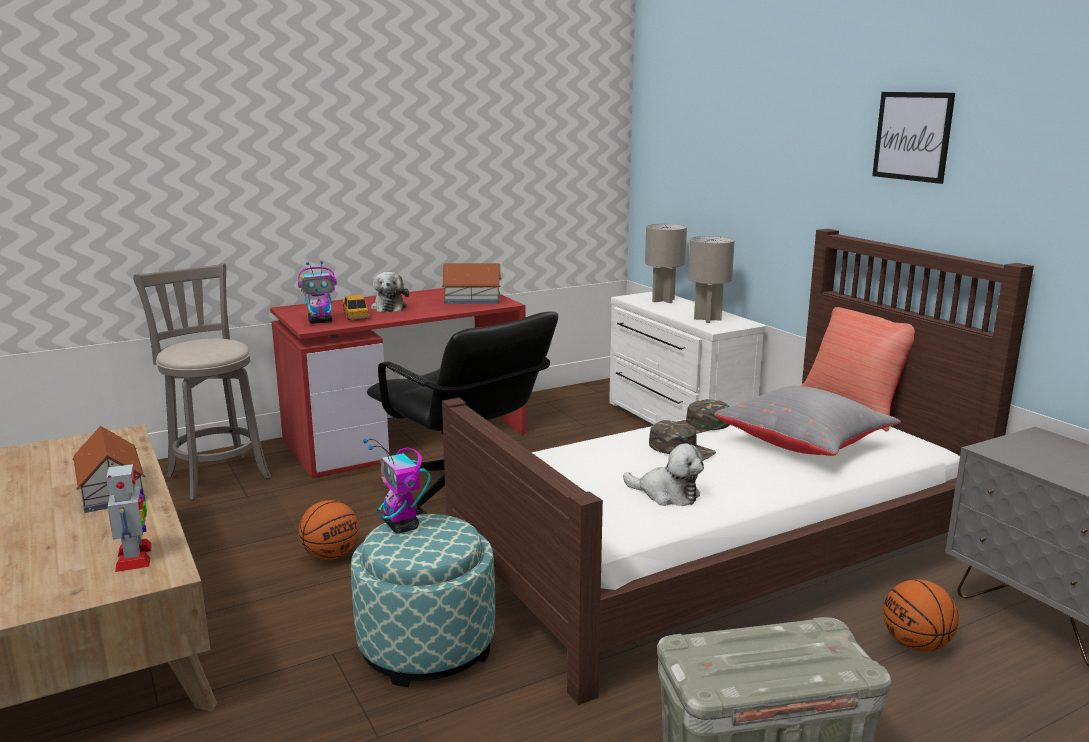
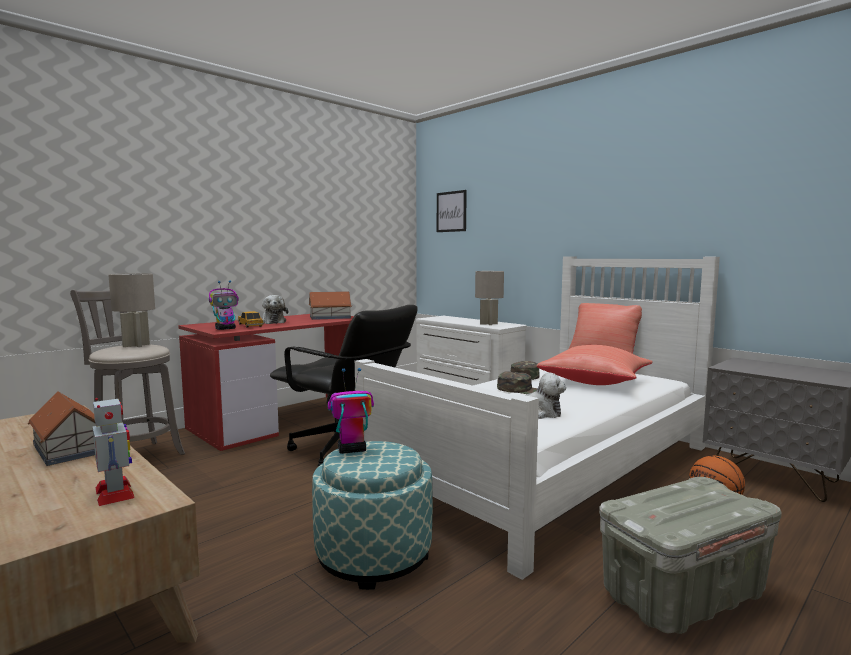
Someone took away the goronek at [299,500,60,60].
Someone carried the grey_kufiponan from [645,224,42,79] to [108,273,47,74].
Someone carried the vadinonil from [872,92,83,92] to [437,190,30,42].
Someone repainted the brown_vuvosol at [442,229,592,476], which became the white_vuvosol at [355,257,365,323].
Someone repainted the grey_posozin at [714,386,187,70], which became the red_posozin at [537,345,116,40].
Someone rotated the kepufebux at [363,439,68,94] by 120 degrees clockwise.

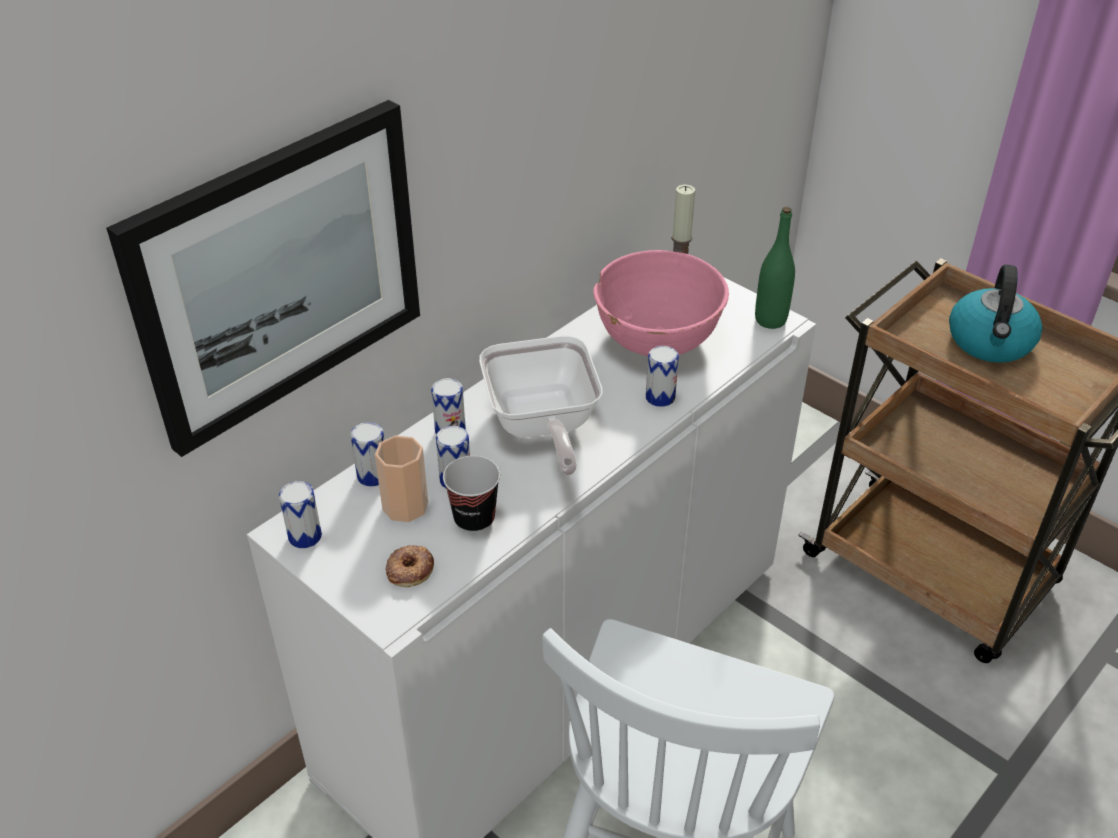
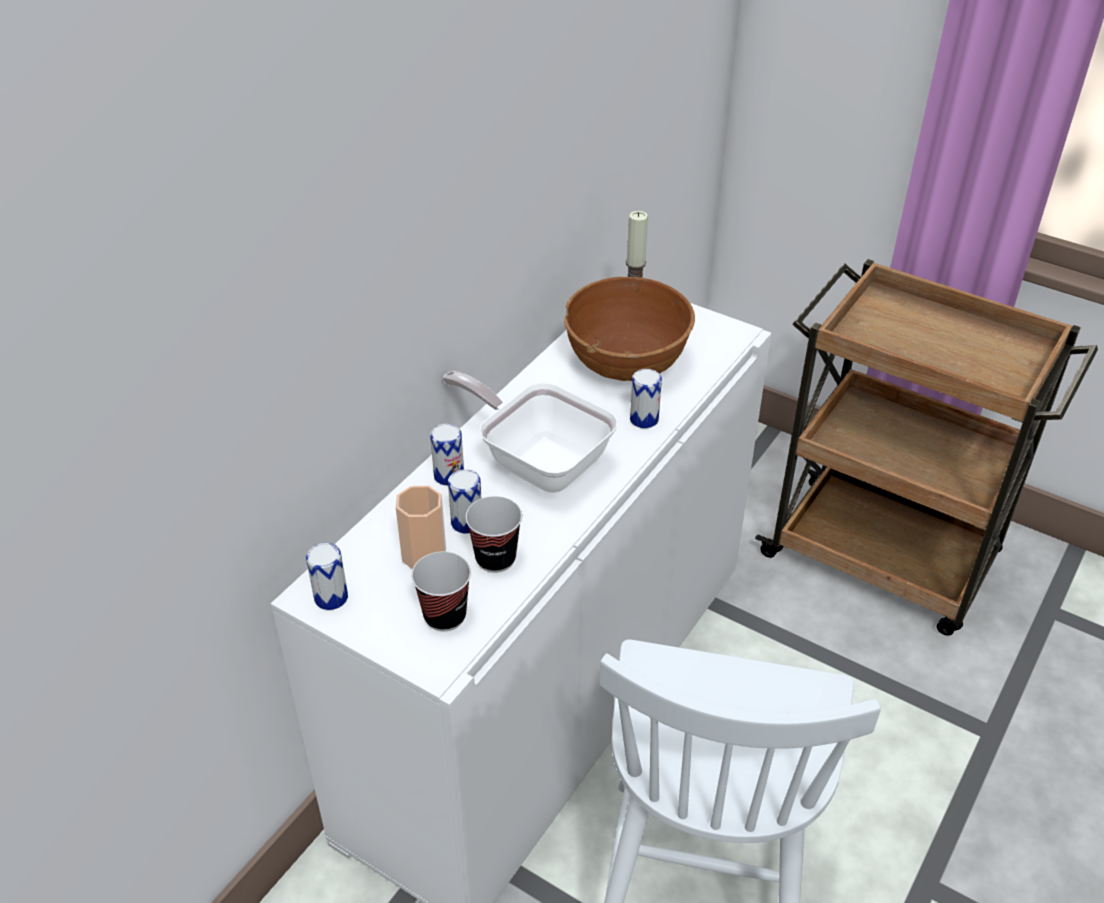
Someone took away the vadinonil at [106,100,314,357].
Someone took away the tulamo at [350,422,34,65].
Someone took away the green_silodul at [755,207,40,122].
Someone took away the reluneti at [949,264,93,99].
Someone swapped the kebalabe at [386,545,48,42] for the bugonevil at [411,551,60,81].
Someone repainted the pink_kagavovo at [593,250,136,106], which became the brown_kagavovo at [564,277,131,104].
Someone rotated the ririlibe at [479,336,124,139] by 150 degrees clockwise.

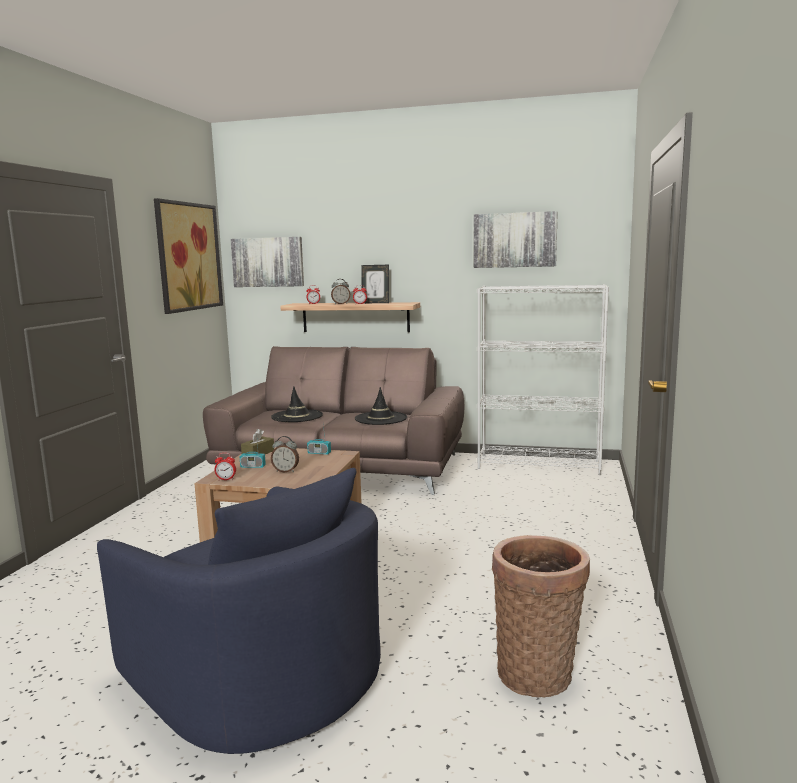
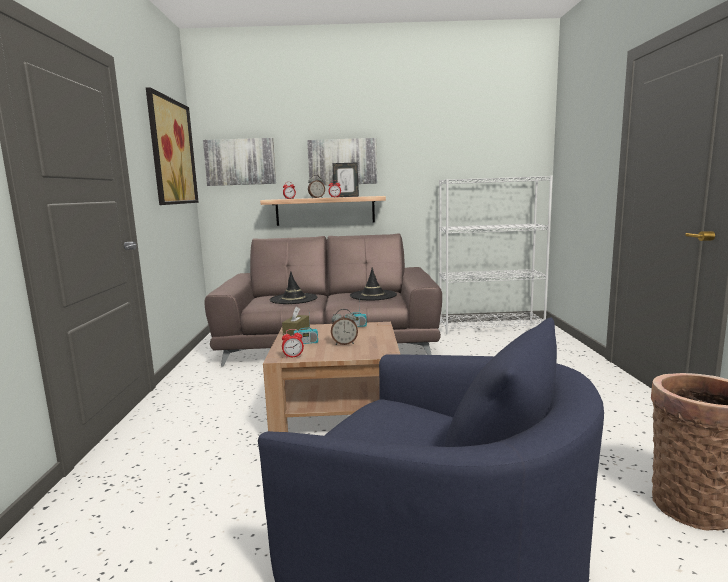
Someone carried the vadinonil from [474,211,84,57] to [307,138,70,47].

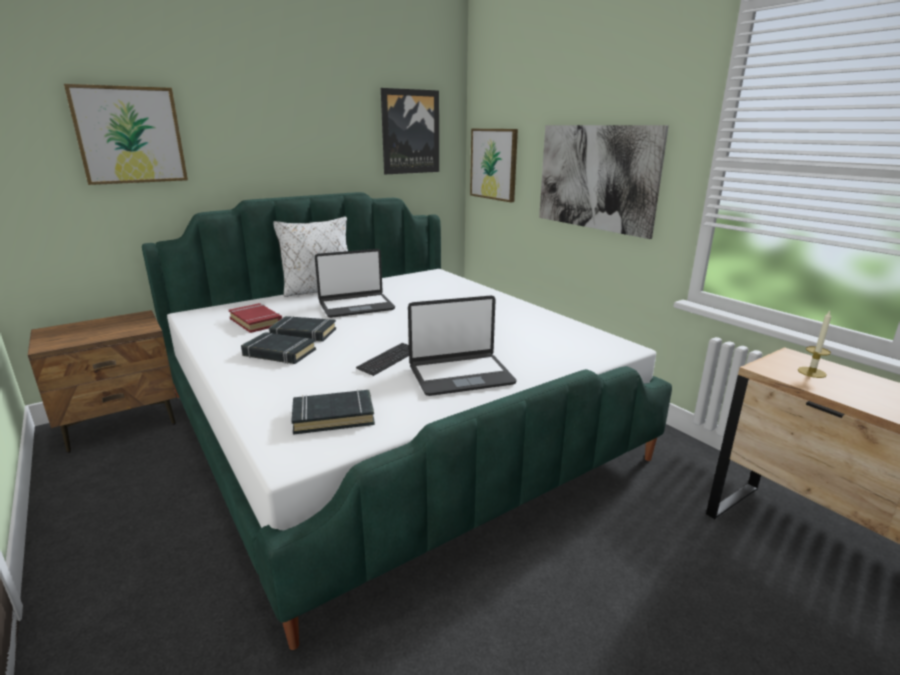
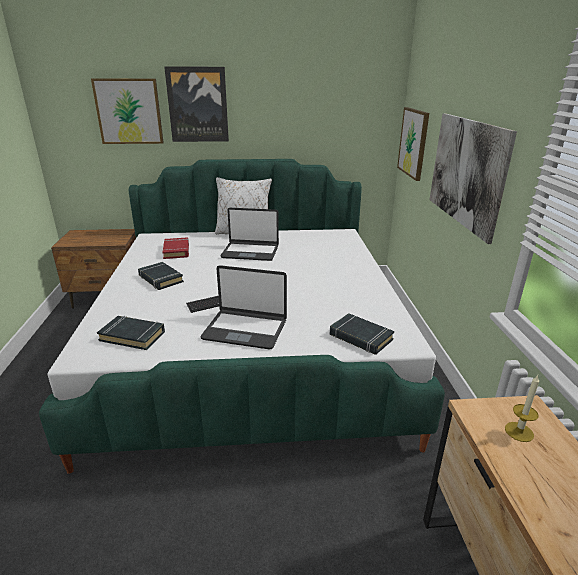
Someone carried the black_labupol from [269,316,67,26] to [330,313,64,42].
Someone carried the vadinonil from [381,88,58,86] to [164,66,65,76].

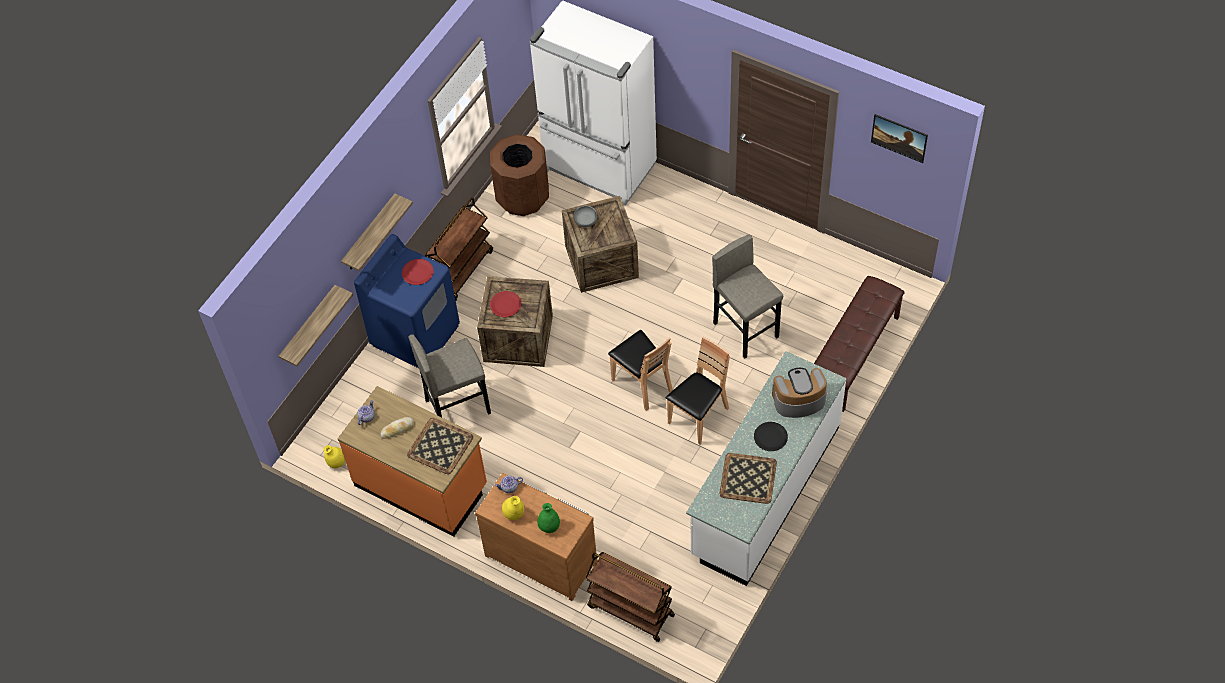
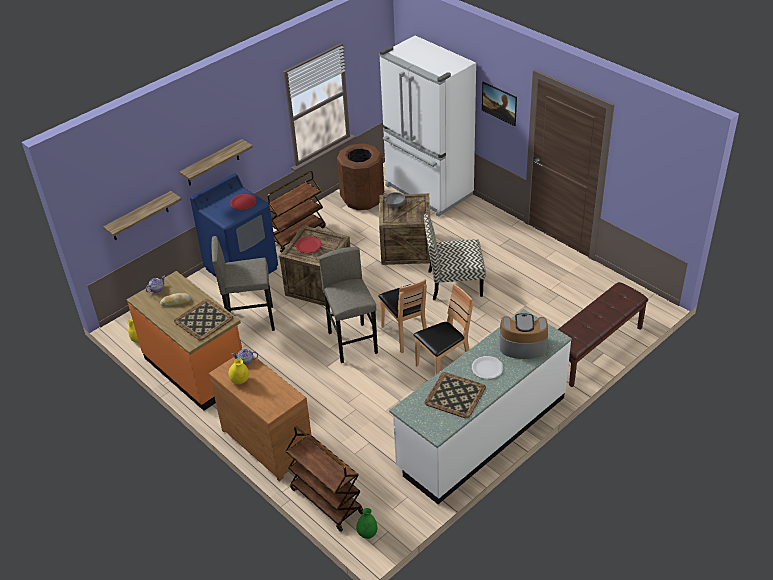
Someone put down the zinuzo at [424,214,62,86].
Someone carried the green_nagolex from [537,503,23,30] to [356,508,21,31].
Someone carried the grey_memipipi from [712,234,71,125] to [319,247,59,116].
Someone carried the vadinonil from [871,114,57,49] to [482,82,35,44].
Someone repainted the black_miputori at [754,422,34,29], which became the white_miputori at [472,356,31,23].

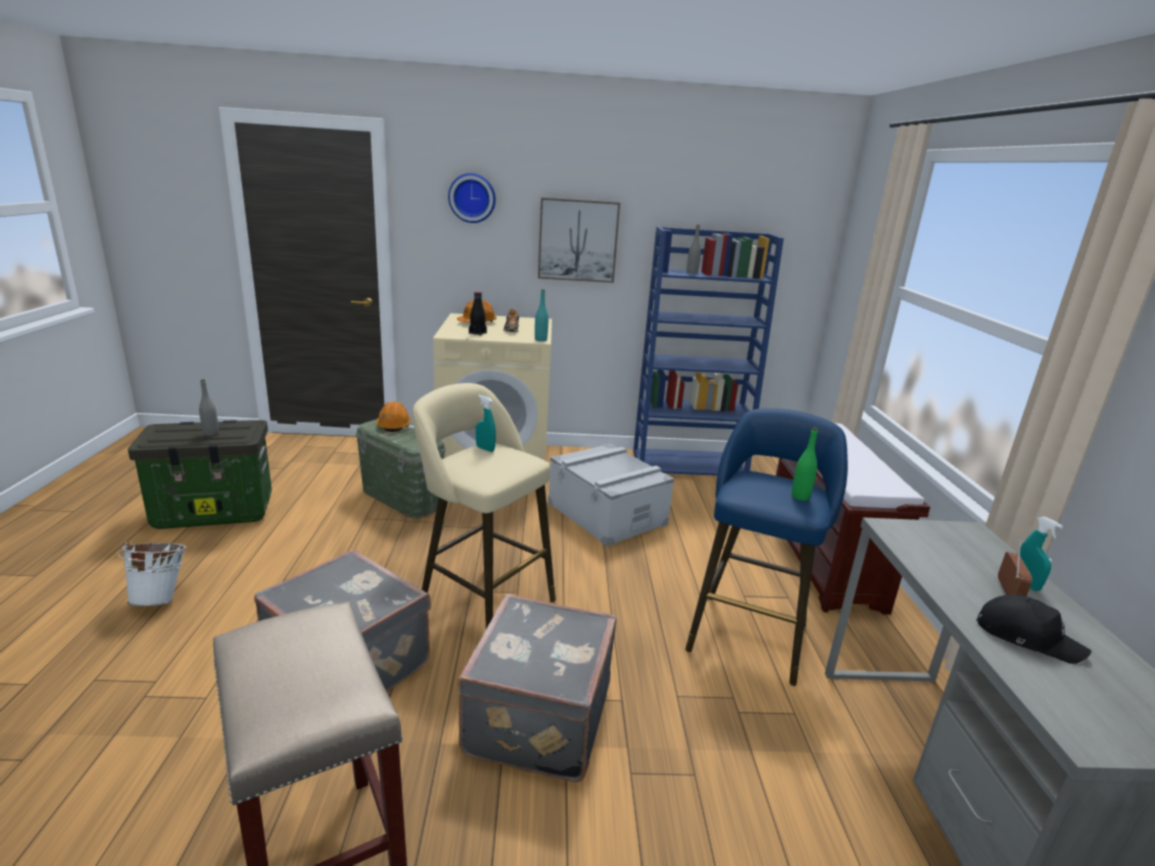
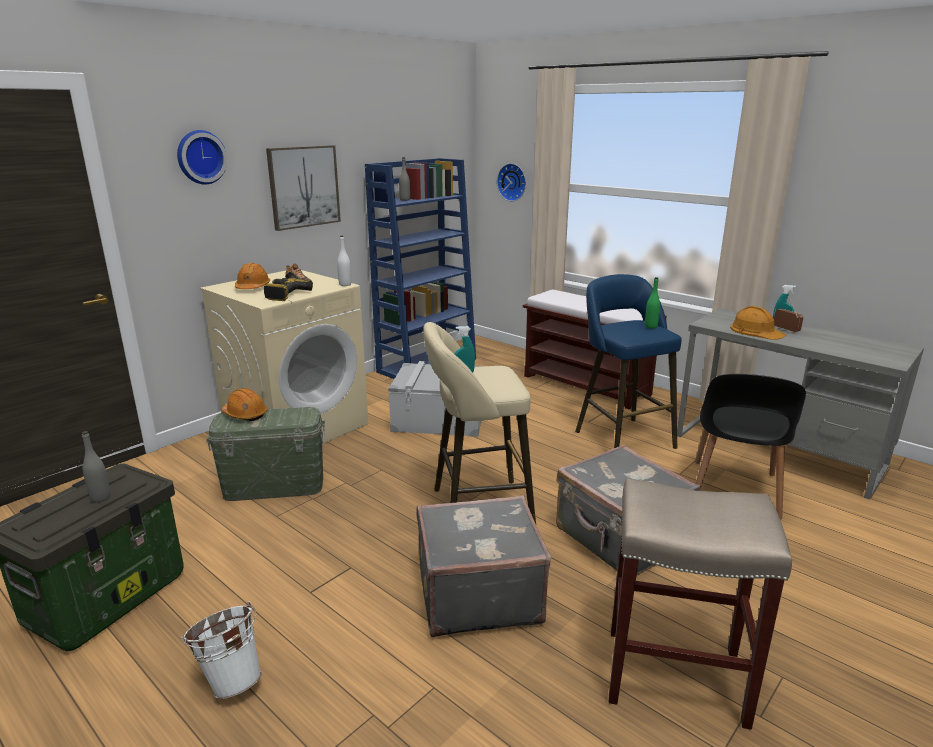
Someone took away the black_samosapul at [976,595,116,69].
Someone put up the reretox at [497,163,29,38].
Someone put down the black_zinuzo at [695,374,111,146].
Someone put down the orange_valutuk at [730,306,56,34].
Someone swapped the black_silodul at [469,291,18,45] for the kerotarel at [264,278,49,23].
Someone repainted the turquoise_silodul at [535,289,13,53], which became the white_silodul at [337,236,14,50].

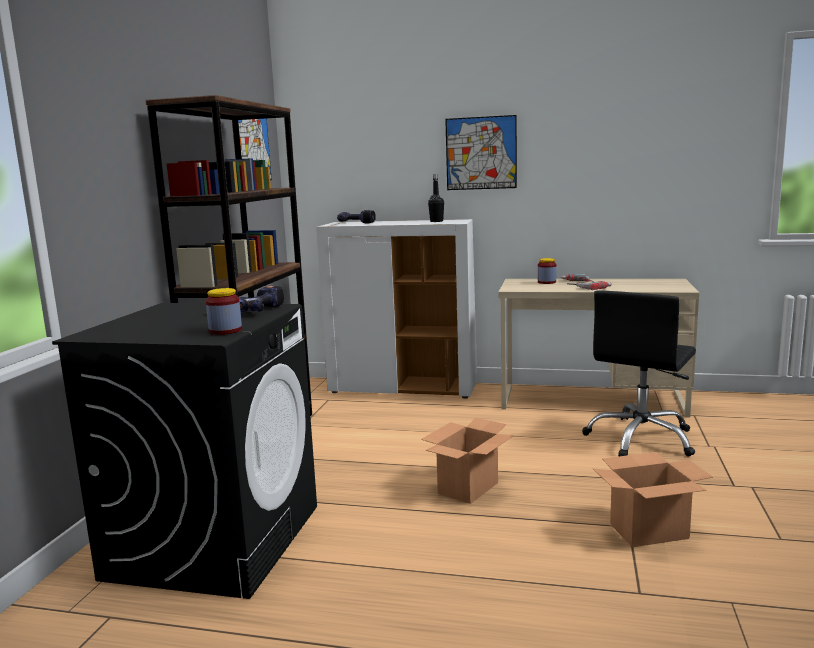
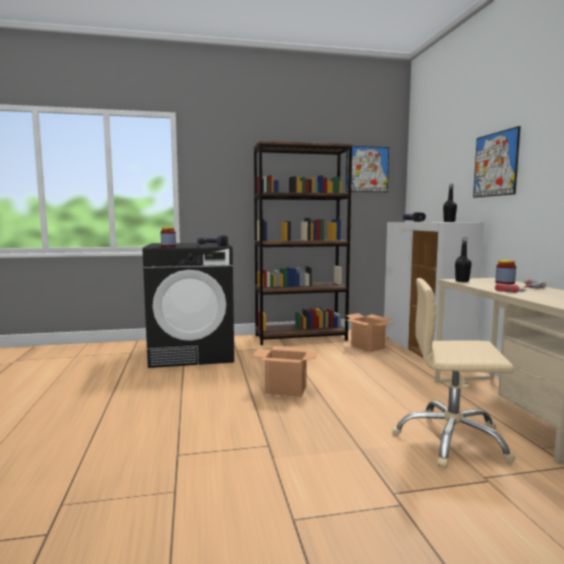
Someone put down the black_silodul at [455,237,17,45].
Someone carried the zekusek from [593,452,120,95] to [345,313,47,39].
Someone repainted the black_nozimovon at [582,291,114,166], which became the beige_nozimovon at [392,278,124,190].

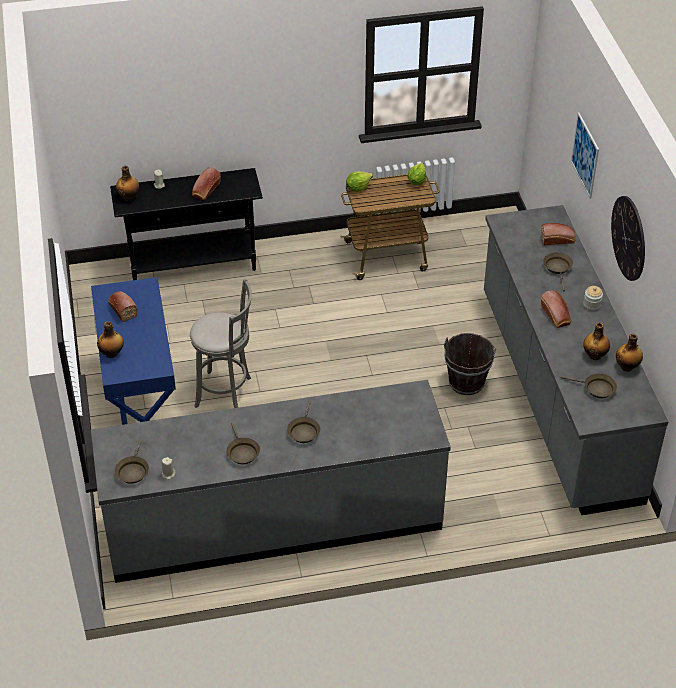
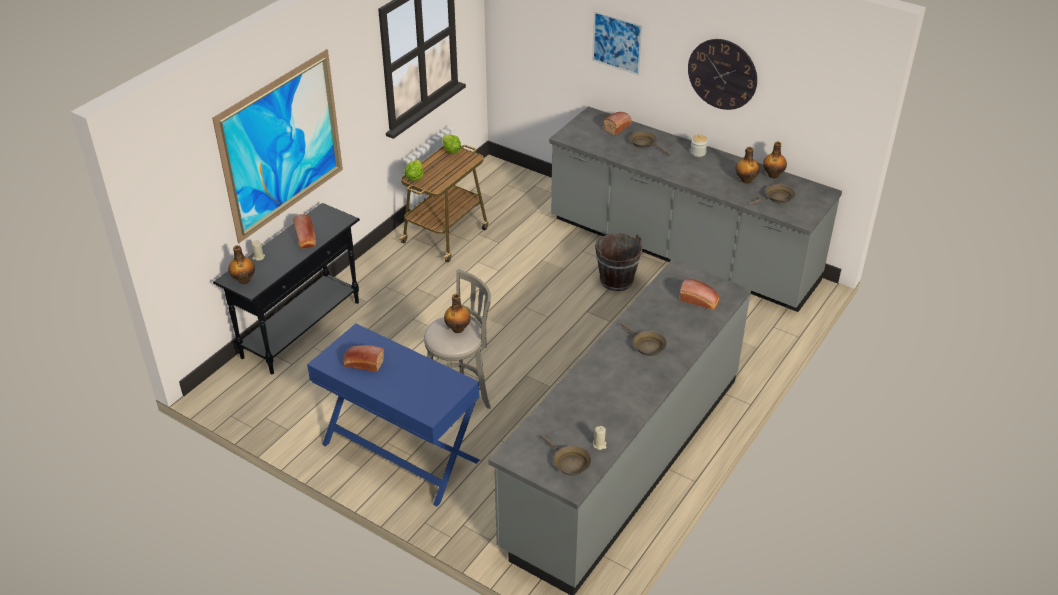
Someone took away the brown_ririlibe at [226,423,34,41].
Someone put up the vadinonil at [212,49,131,194].
Someone carried the silodul from [97,321,27,37] to [444,294,27,39].
Someone carried the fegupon from [541,290,30,38] to [680,279,39,31].

